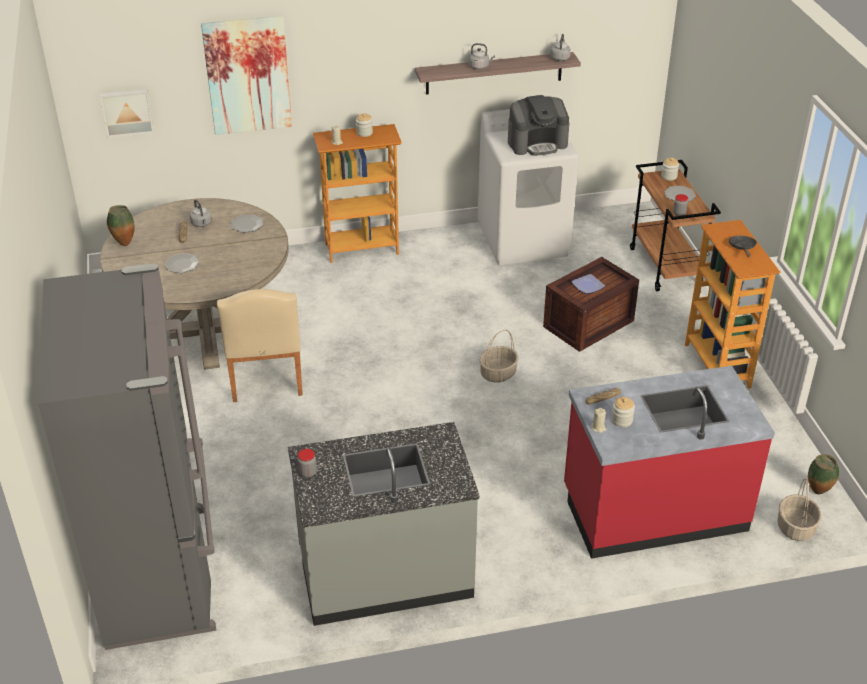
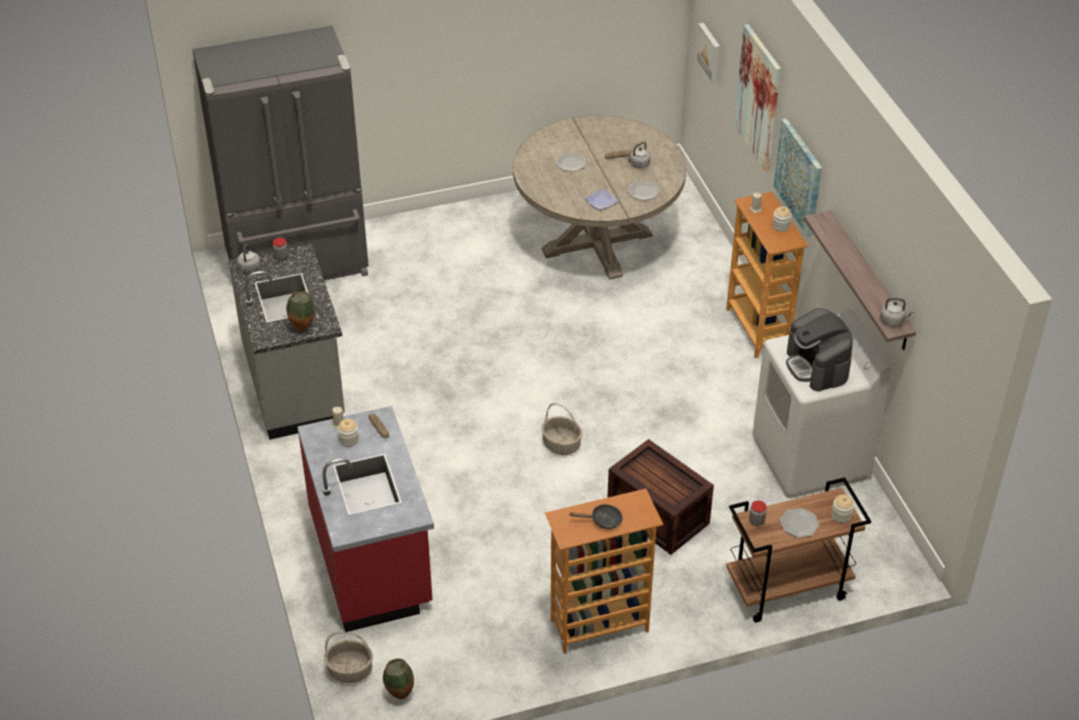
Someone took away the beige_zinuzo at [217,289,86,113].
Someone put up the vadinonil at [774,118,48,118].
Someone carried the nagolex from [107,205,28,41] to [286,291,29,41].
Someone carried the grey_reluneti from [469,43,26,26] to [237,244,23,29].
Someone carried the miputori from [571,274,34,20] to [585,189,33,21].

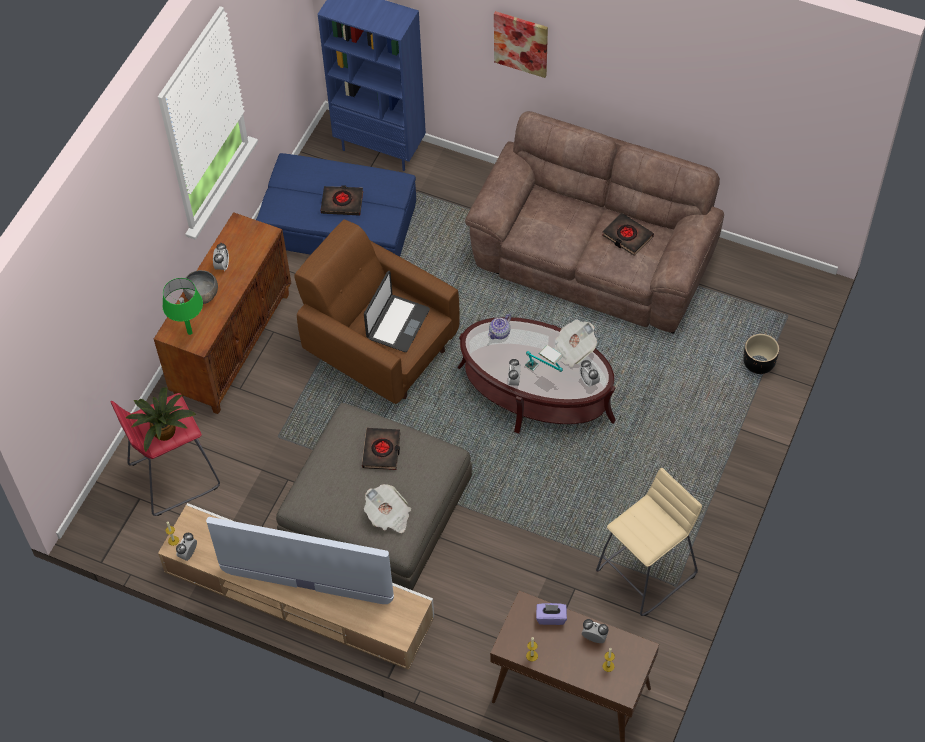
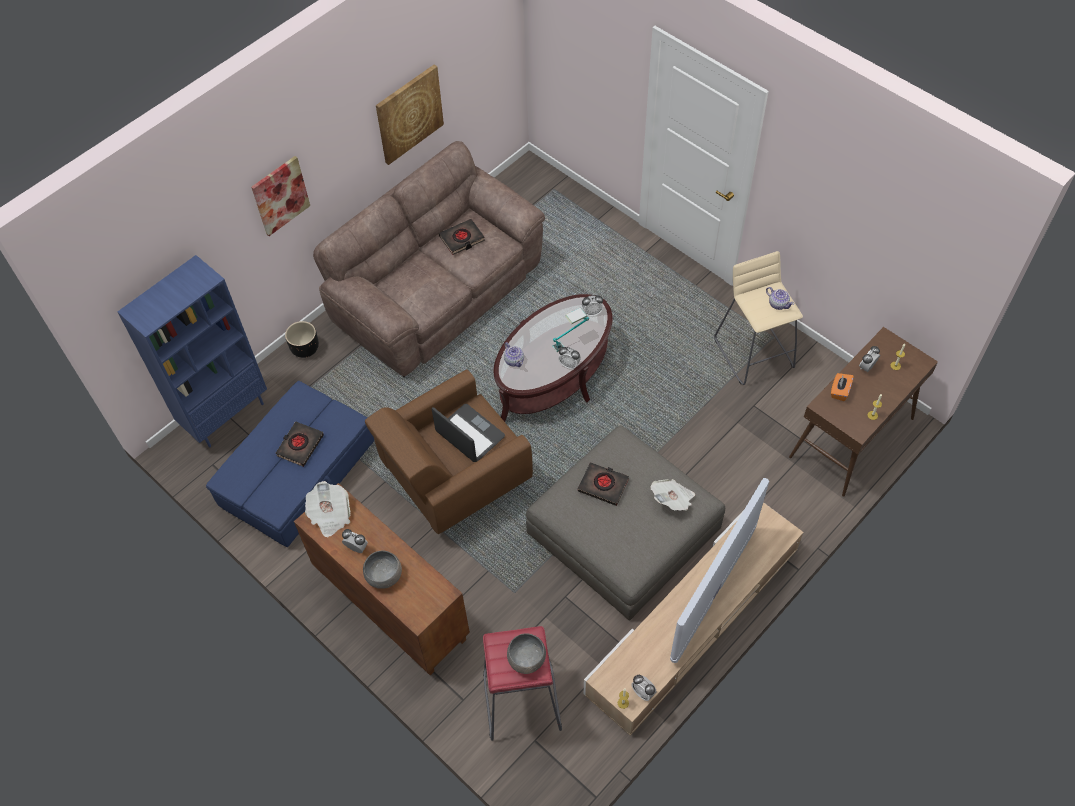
Someone took away the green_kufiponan at [163,278,40,57].
Someone put up the vadinonil at [376,64,68,101].
Someone put down the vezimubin at [766,287,28,23].
Someone carried the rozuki from [554,320,43,47] to [305,481,46,56].
Someone carried the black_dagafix from [743,334,36,40] to [285,321,34,37].
Someone swapped the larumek at [126,388,70,64] for the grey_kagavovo at [507,634,39,40].
Someone repainted the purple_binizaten at [536,603,31,22], which became the orange_binizaten at [831,373,23,28].

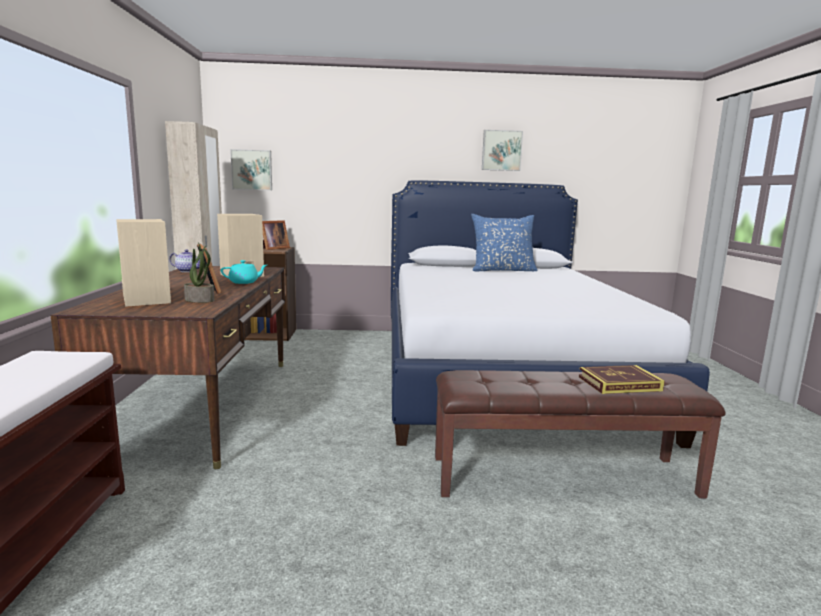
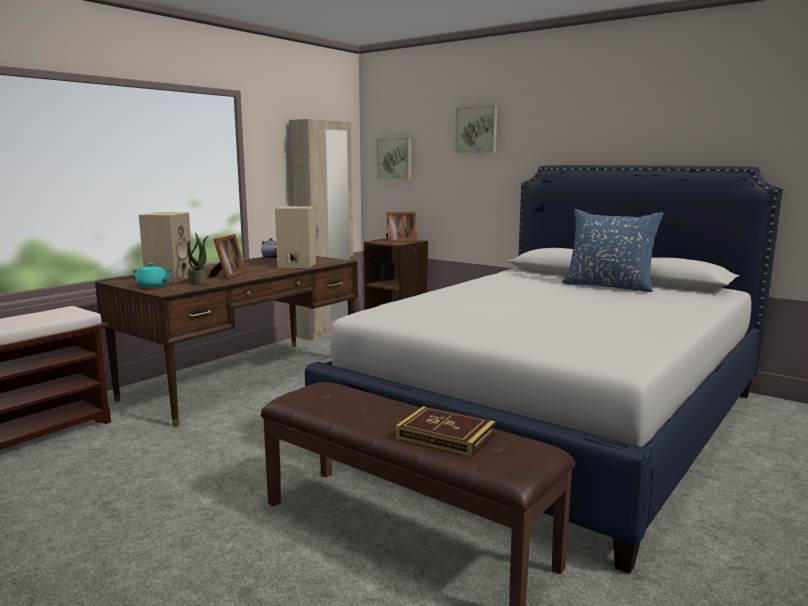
Someone carried the turquoise_vezimubin from [221,260,46,24] to [133,263,40,25].
Someone carried the vadinonil from [482,130,41,41] to [455,106,43,47].

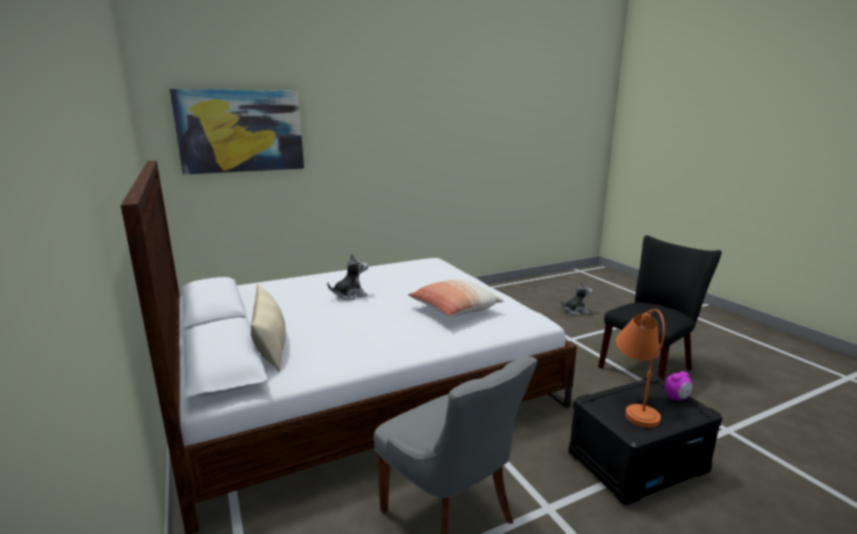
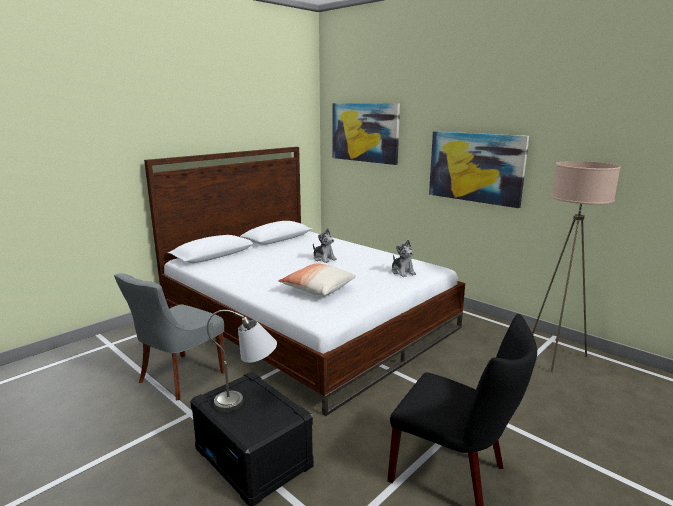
Someone took away the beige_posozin at [251,284,35,88].
Someone took away the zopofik at [665,371,28,29].
Someone put up the vadinonil at [429,131,100,77].
Someone put down the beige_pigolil at [532,161,89,211].
Someone carried the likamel from [561,281,31,34] to [391,240,25,37].
Someone repainted the orange_kufiponan at [616,309,49,119], which became the grey_kufiponan at [207,310,70,102].

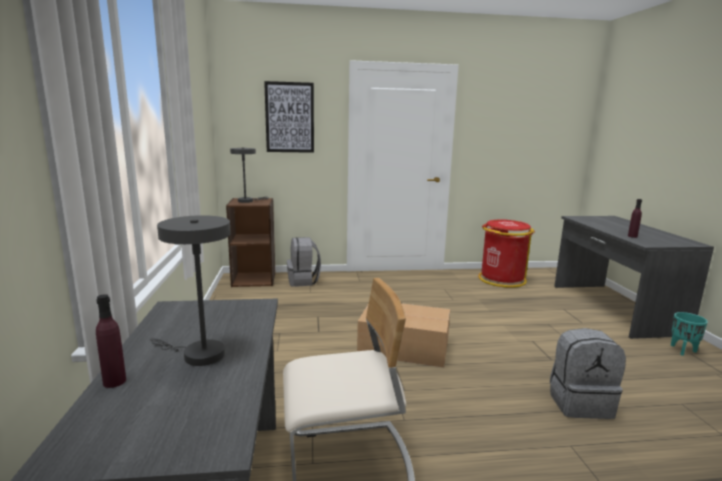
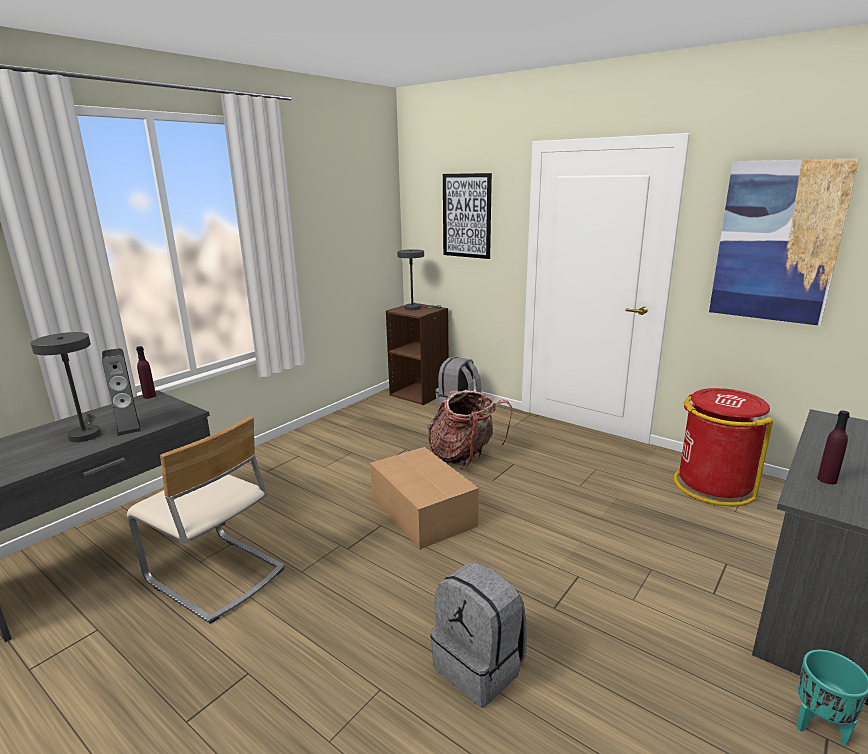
Someone put down the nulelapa at [102,348,39,88].
Someone put down the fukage at [428,390,84,79].
Someone put up the vadinonil at [709,158,151,168].
Someone carried the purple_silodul from [96,294,30,94] to [136,346,20,53].

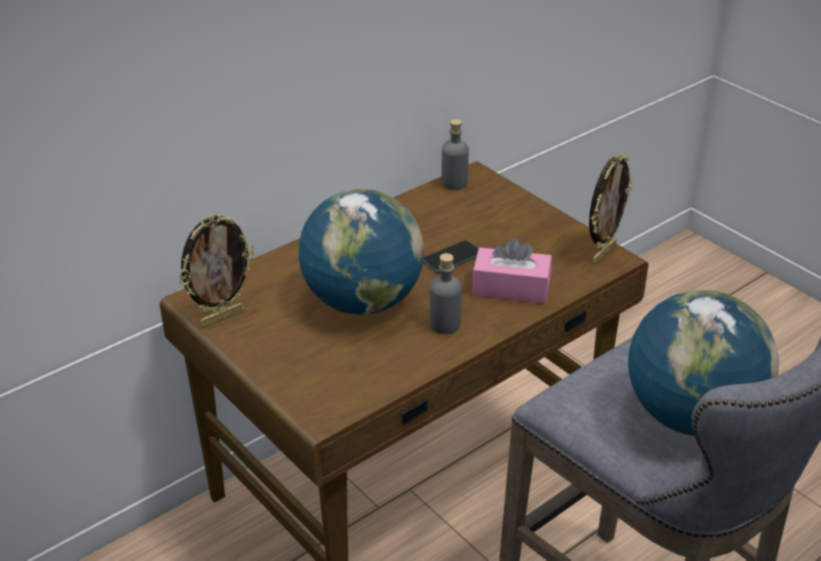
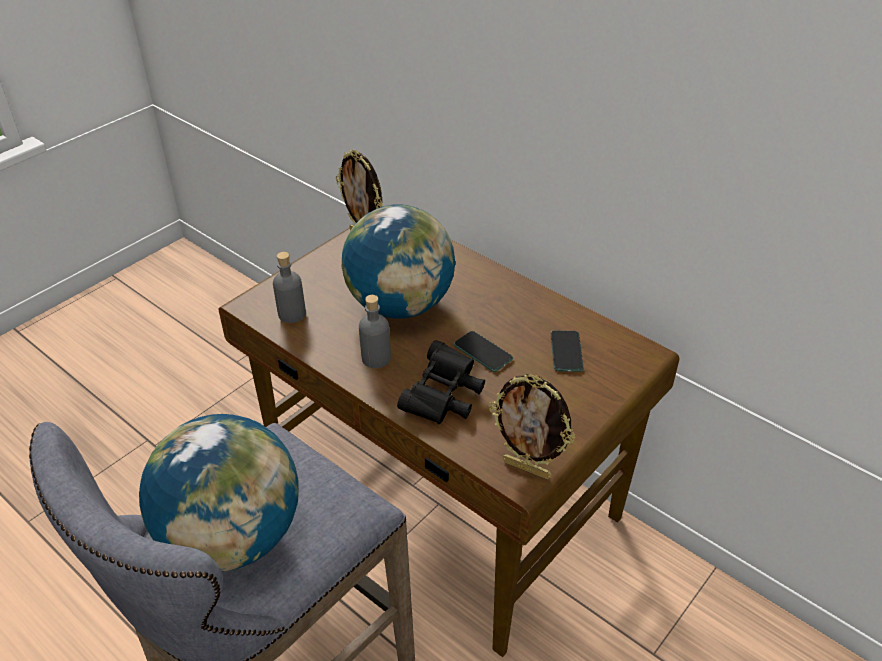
Someone put down the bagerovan at [551,330,33,42].
Someone carried the grey_silodul from [441,119,28,71] to [273,252,33,71].
Someone swapped the pink_binizaten at [472,238,80,65] for the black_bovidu at [397,340,88,84].

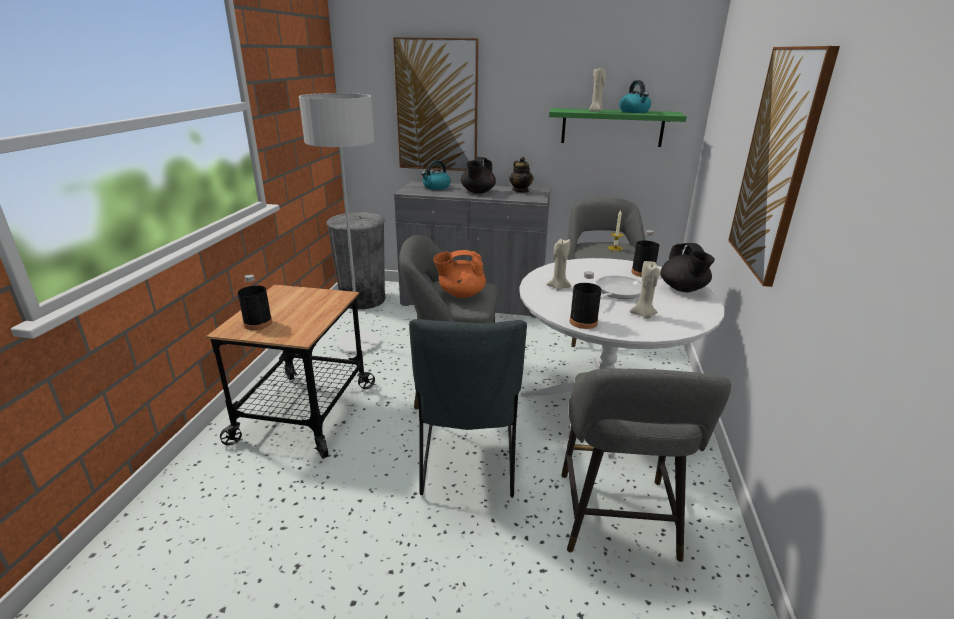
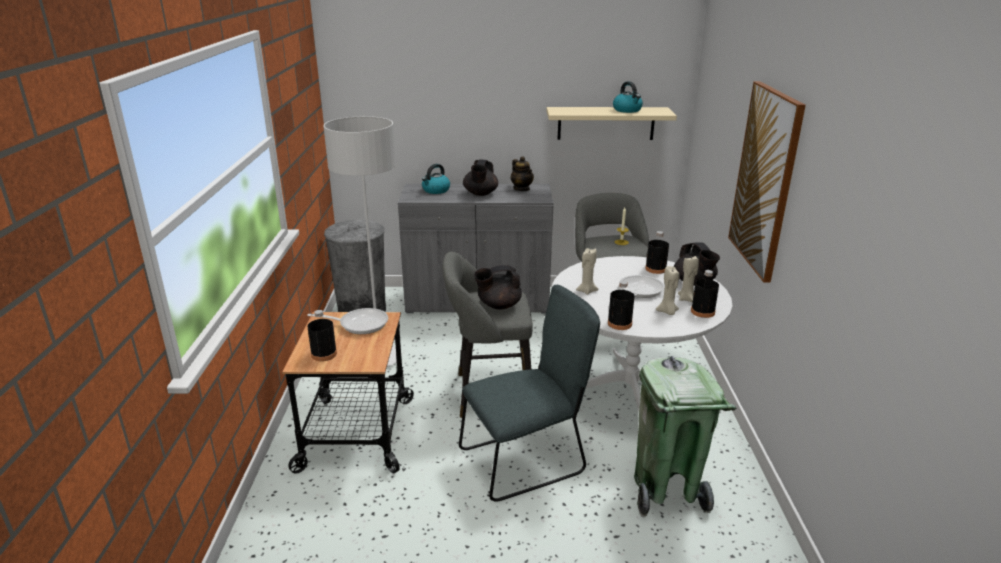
Someone took away the vadinonil at [393,37,85,134].
Someone put down the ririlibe at [307,308,81,26].
Someone put down the black_silodul at [691,270,28,48].
Someone carried the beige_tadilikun from [589,68,17,44] to [678,256,21,46].
Someone swapped the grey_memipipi at [561,368,170,194] for the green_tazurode at [634,356,103,161].
Someone repainted the orange_vezimubin at [433,250,53,48], which became the black_vezimubin at [474,265,48,45].
Someone repainted the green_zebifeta at [549,108,138,39], which became the beige_zebifeta at [546,107,131,33].
Someone rotated the grey_zinuzo at [409,319,118,179] by 105 degrees counterclockwise.

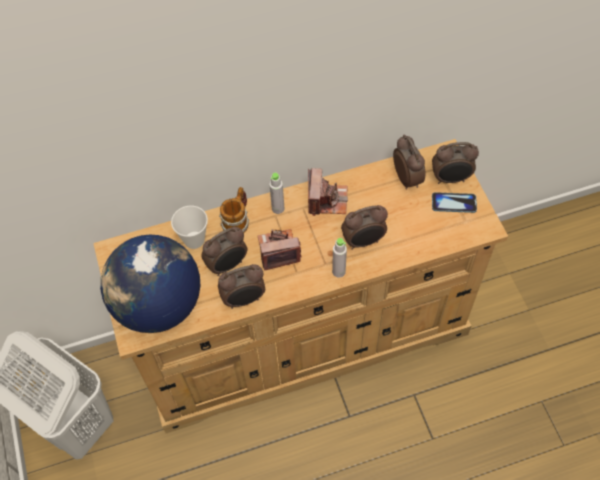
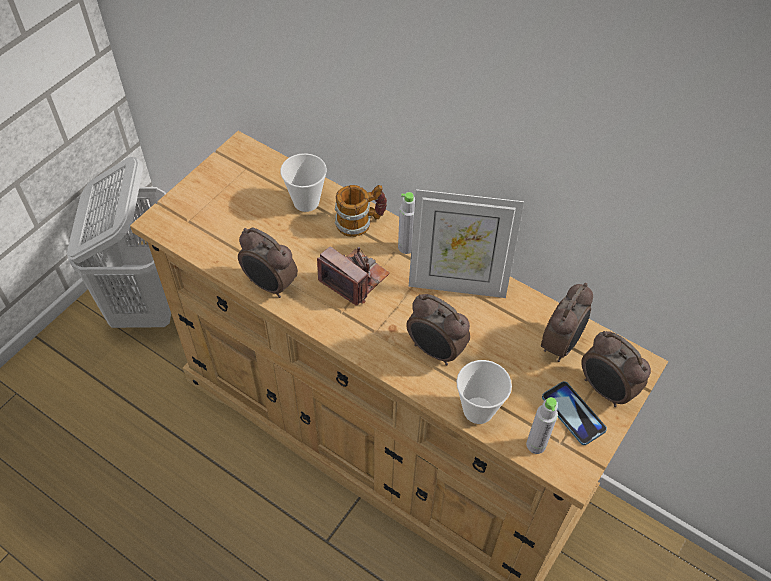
Someone took away the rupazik at [100,235,100,98].
Someone took away the zopofik at [201,227,46,49].
Someone put down the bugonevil at [456,360,56,64].
Someone carried the grey_silodul from [332,238,15,40] to [526,397,32,57].
Someone swapped the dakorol at [308,168,40,48] for the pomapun at [409,189,115,109].

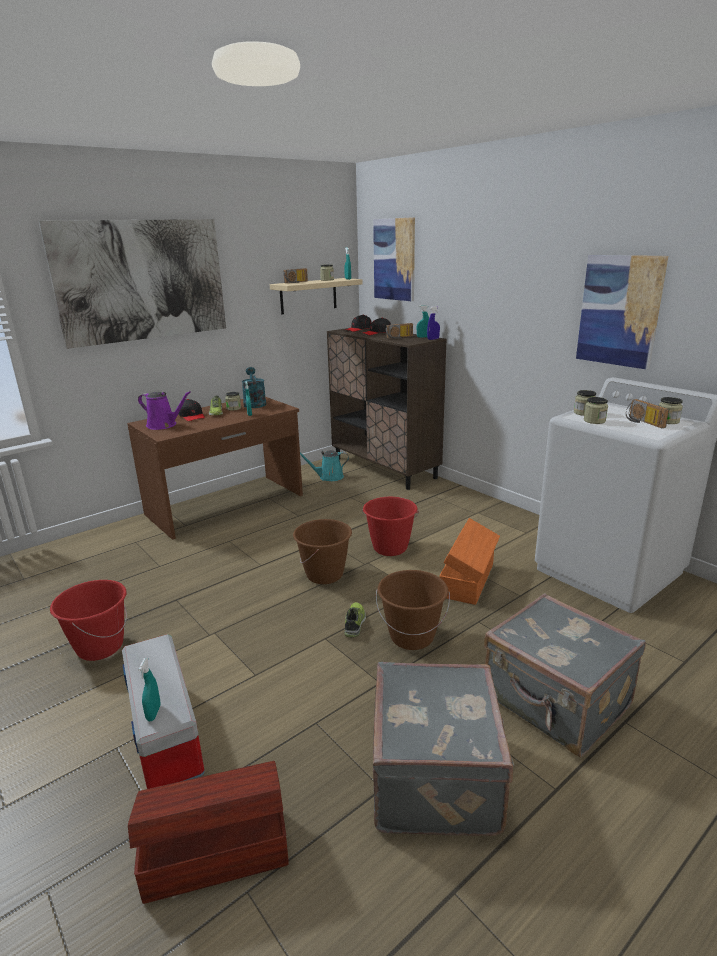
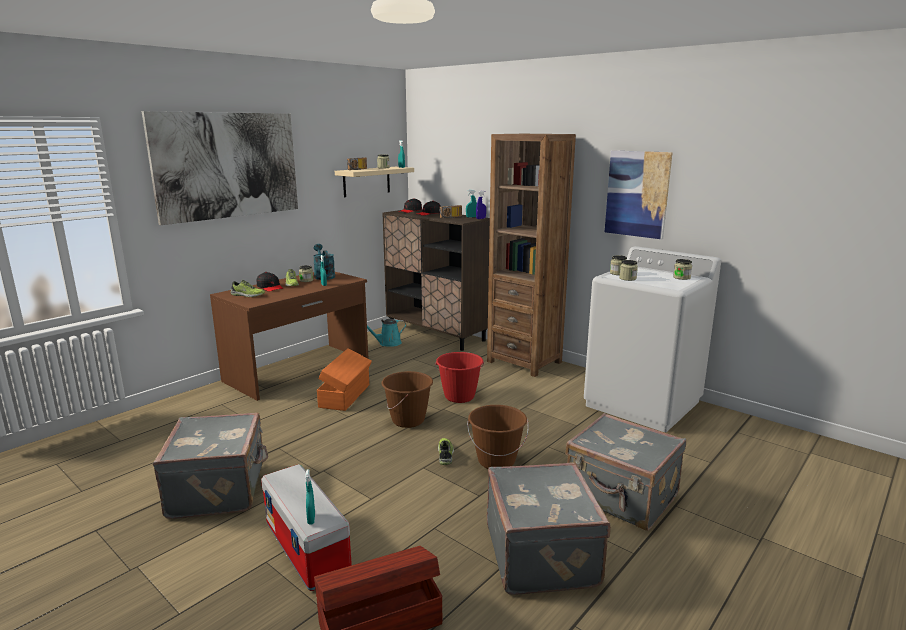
Someone took away the vadinonil at [373,217,42,84].
Someone took away the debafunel at [626,399,43,29].
Someone put down the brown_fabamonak at [487,134,89,243].
Someone carried the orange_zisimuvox from [439,518,61,87] to [317,348,55,63].
Someone swapped the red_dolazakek at [50,580,77,81] for the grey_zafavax at [153,412,115,107].
Someone swapped the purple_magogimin at [138,391,53,39] for the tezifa at [231,280,34,17].

